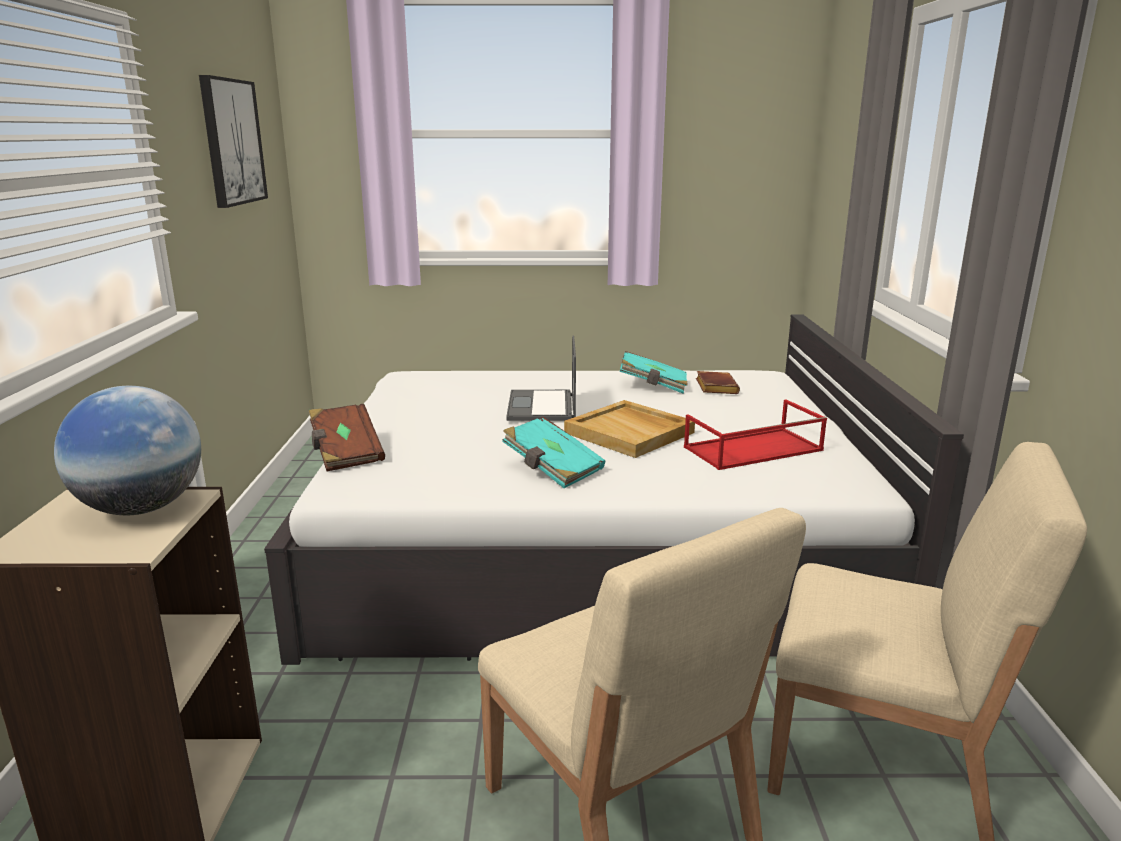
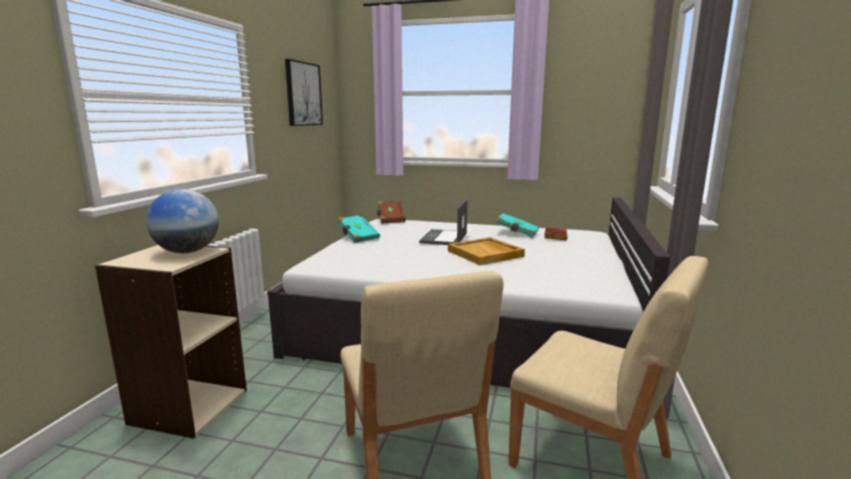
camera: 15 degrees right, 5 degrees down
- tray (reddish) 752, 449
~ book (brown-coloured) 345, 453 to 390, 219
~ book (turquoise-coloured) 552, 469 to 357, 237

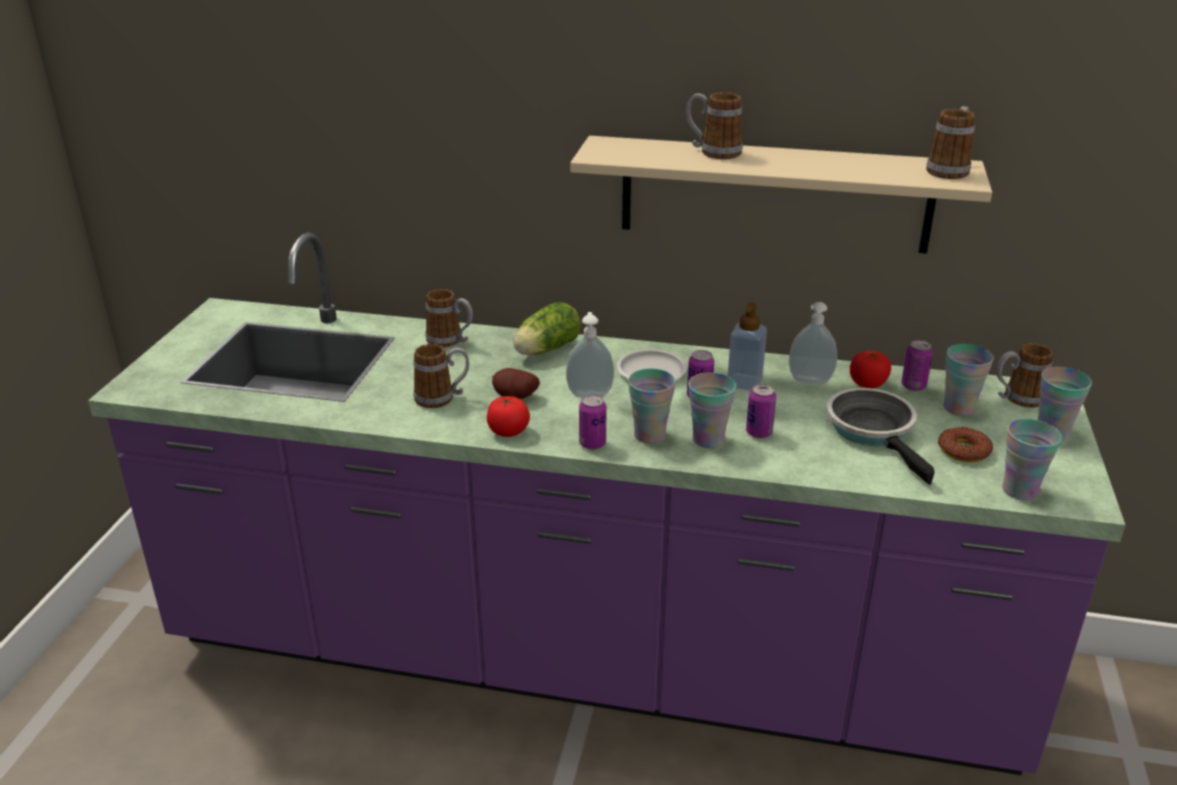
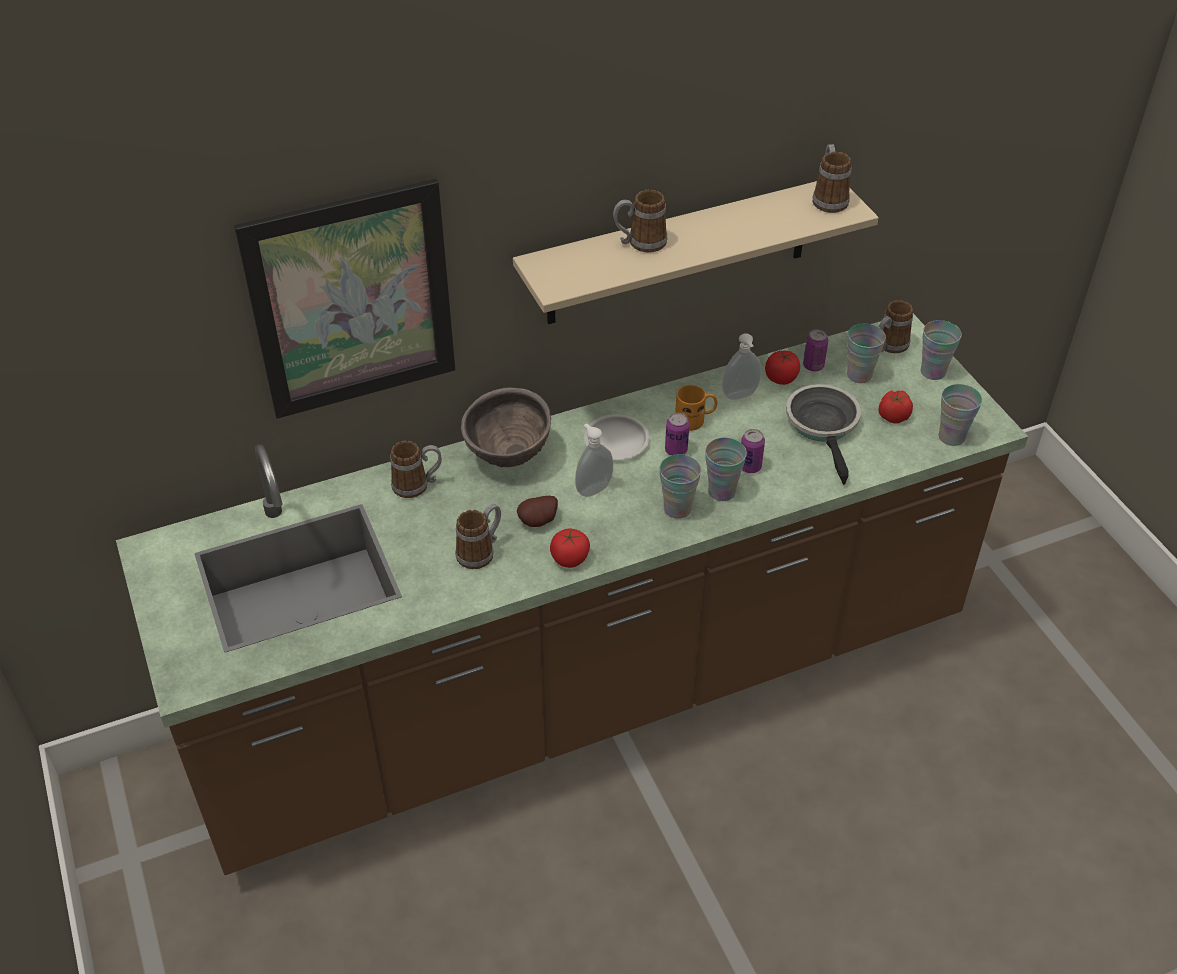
camera: 35 degrees left, 15 degrees up
~ counter (purple) 588, 661 to counter (brown-coloured) 588, 690
~ head of lettuce 544, 350 to bowl (brown-coloured) 508, 457
~ liquid soap bottle 744, 383 to coffee mug (orange-coloured) 695, 419
~ skillet 874, 431 = 824, 426 45 degrees clockwise
- metal can 592, 444
~ donut 963, 450 to tomato 892, 416
+ wall picture 352, 301

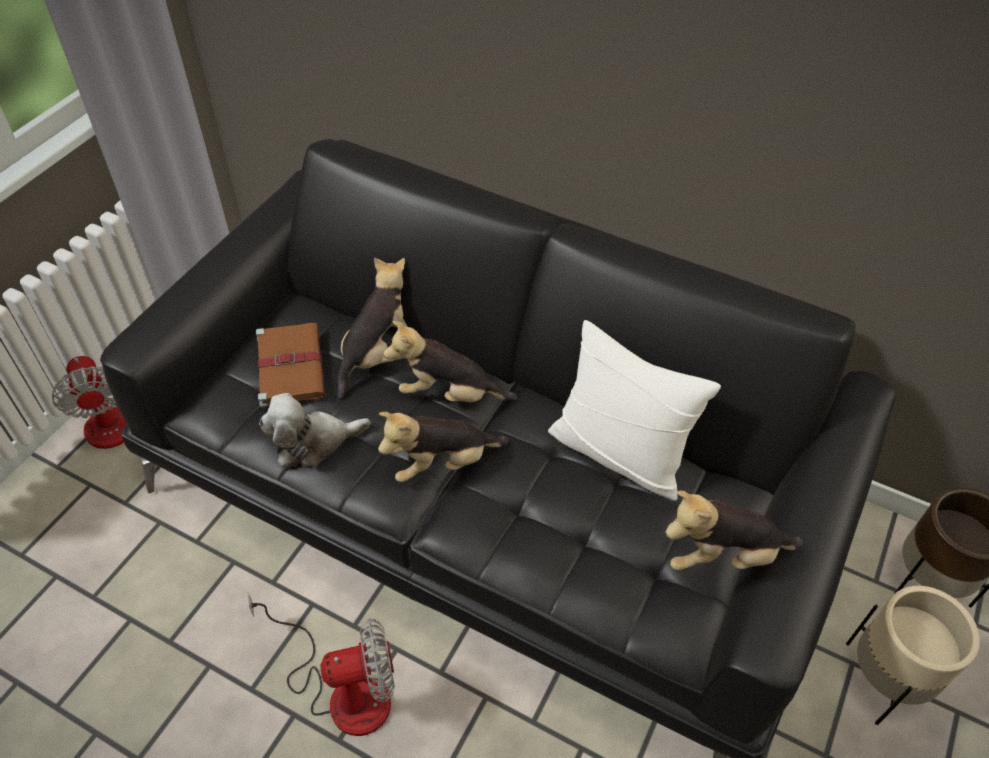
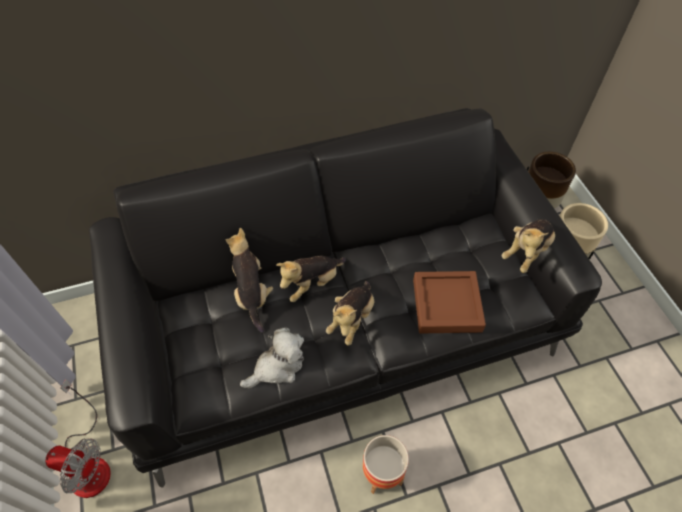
camera: 45 degrees left, 5 degrees up
- throw pillow (white-coloured) 619, 453
- book (brown-coloured) 290, 365
~ cuddly toy 313, 442 = 277, 366 150 degrees counterclockwise
~ electric fan 343, 690 to planter 382, 473
+ tray (brown-coloured) 446, 305

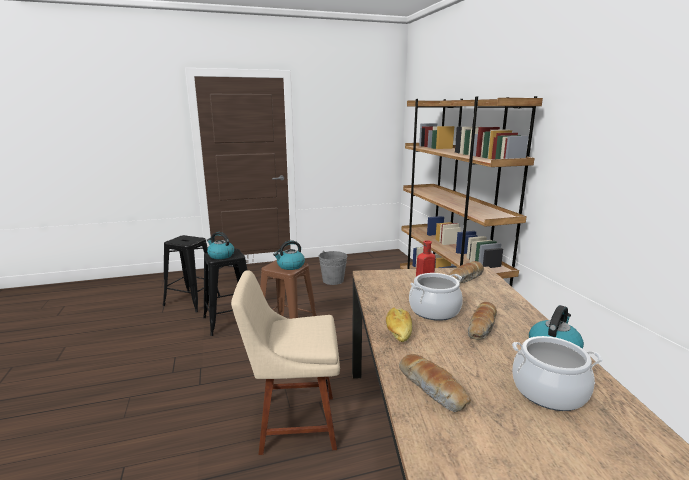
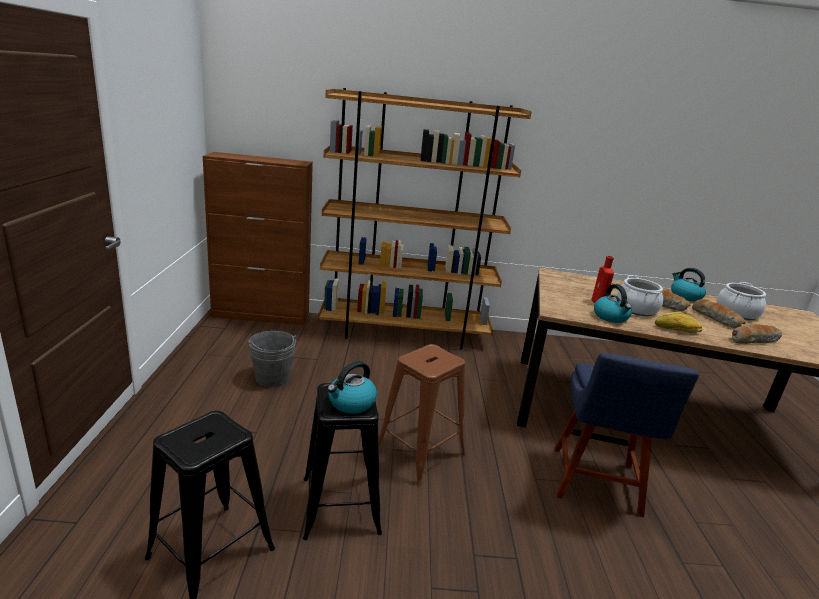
camera: 75 degrees left, 5 degrees up
~ kettle 290, 266 to 611, 317
~ bread 466, 279 to 716, 319
~ upright chair (beige) 293, 423 to upright chair (blue-coloured) 596, 484
+ storage cabinet (brown-coloured) 261, 315

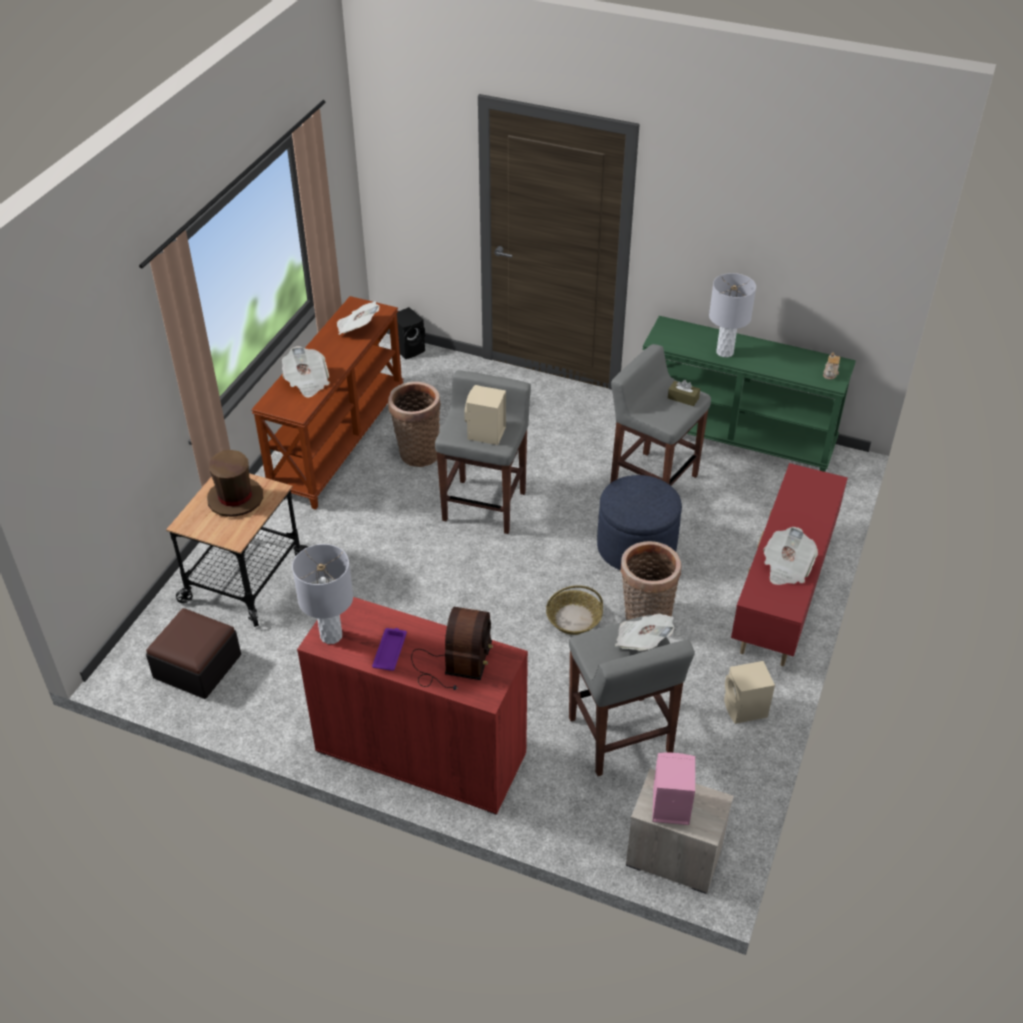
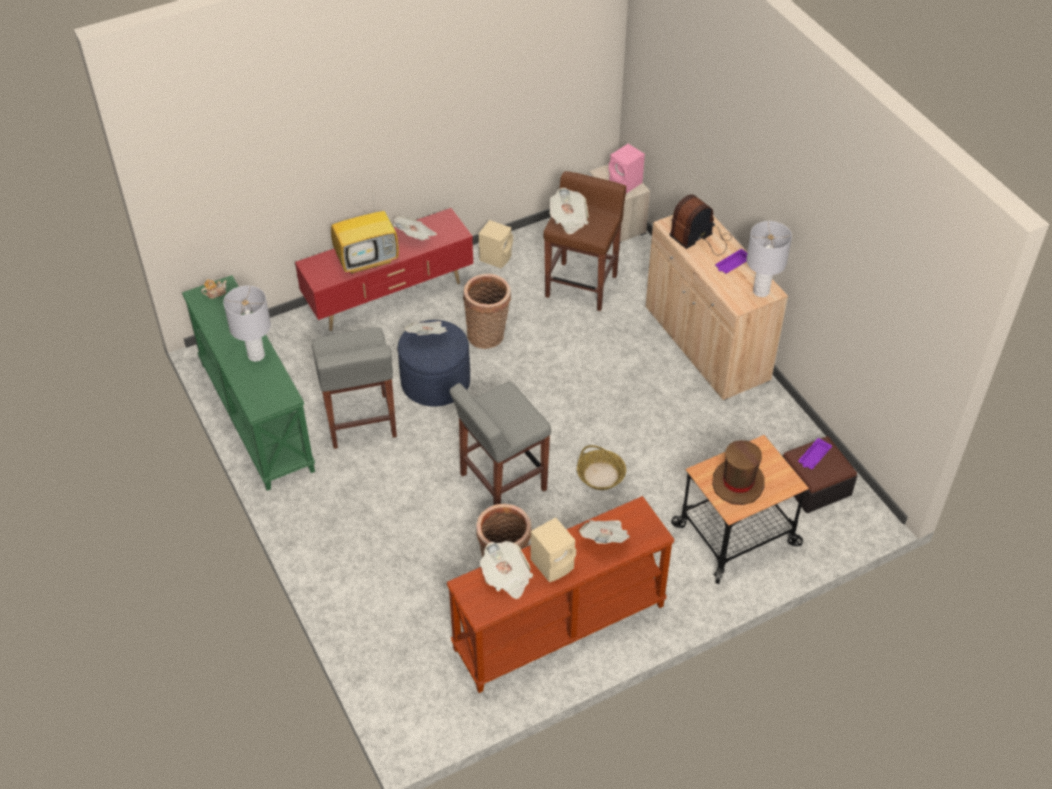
camera: 140 degrees left, 5 degrees up
- audio speaker (black-coloured) 409, 349
- tissue holder (brown-coloured) 683, 398
~ audio speaker (beige) 485, 434 to 553, 564
~ storage basket 573, 619 to 601, 475
~ storage cabinet (reddish) 421, 753 to storage cabinet (beige) 706, 344
~ sitting stool (greyish) 620, 737 to sitting stool (brown-coloured) 582, 285
+ television 368, 260
+ newspaper 427, 336
+ tray (purple) 814, 456

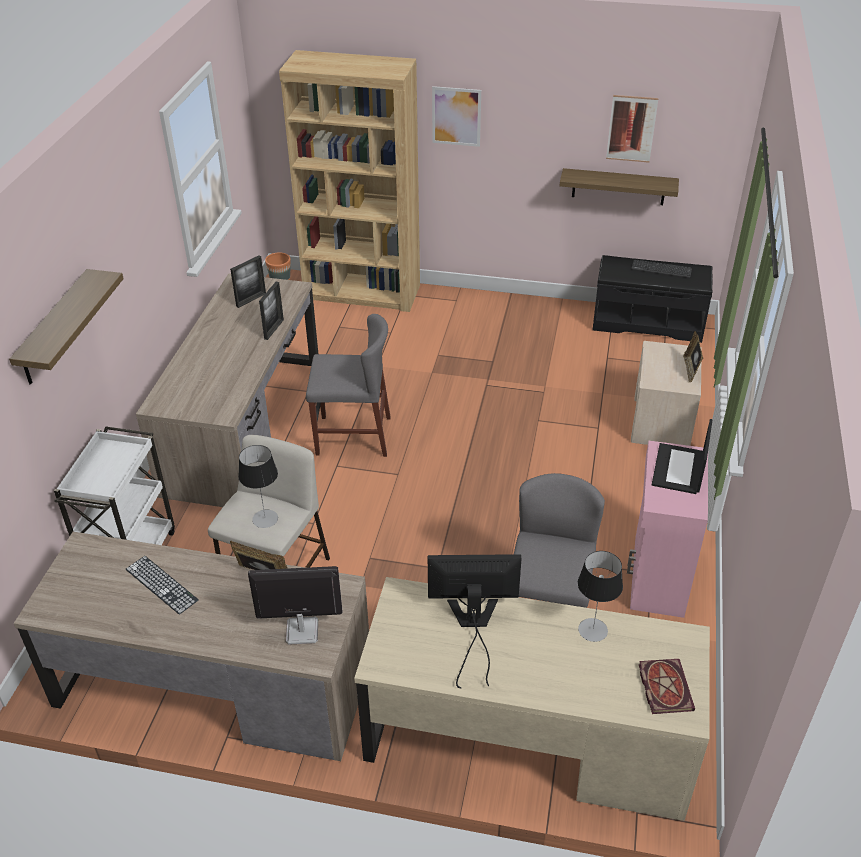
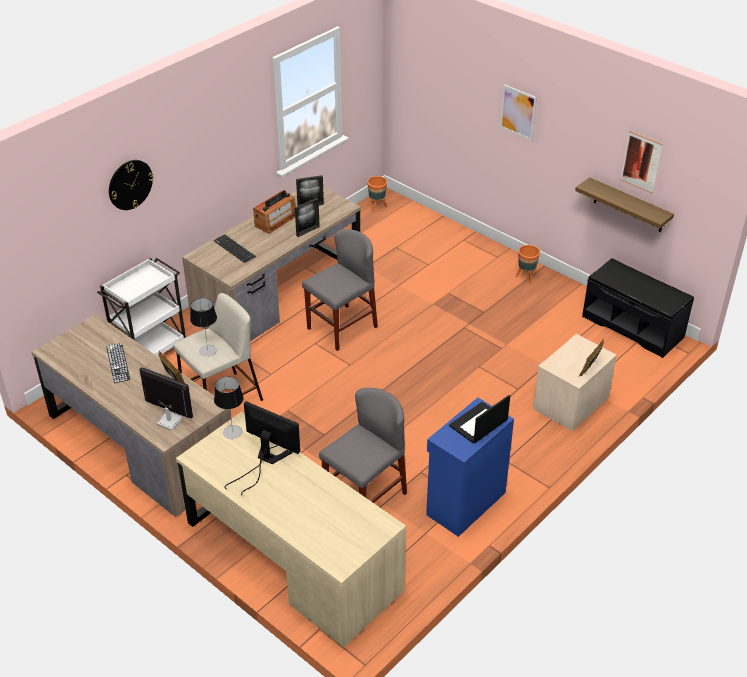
camera: 30 degrees right, 0 degrees up
- bookshelf (brown-coloured) 362, 292
~ PC keyboard 661, 269 to 234, 249
~ bracket shelf 55, 328 to clock on the wall 130, 184
~ upright chair (greyish) 353, 436 = 342, 328 75 degrees counterclockwise
~ storage cabinet (pink) 656, 576 to storage cabinet (blue-coloured) 464, 503
~ tabletop lamp 593, 630 to 232, 432
- book 663, 686
+ radio receiver 276, 221
+ planter (orange-coloured) 526, 277

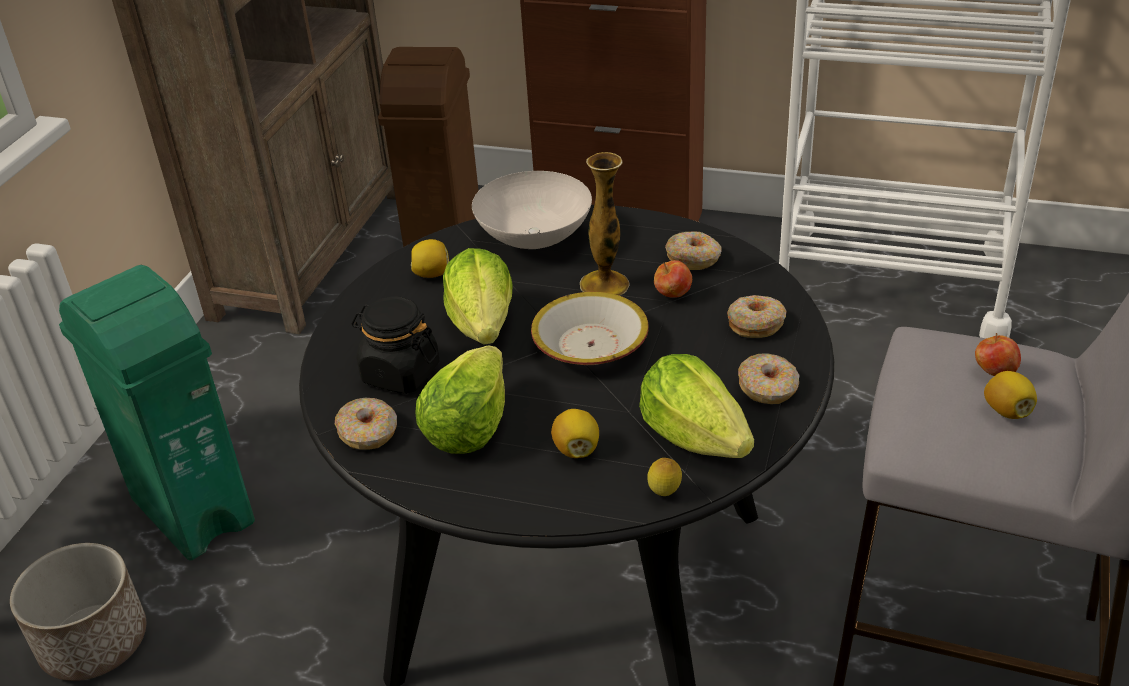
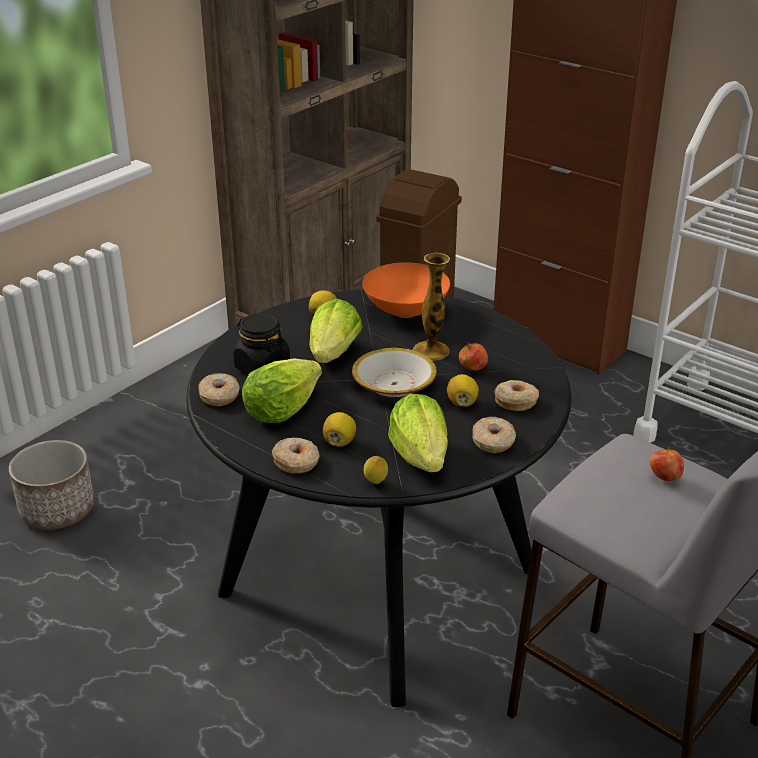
camera: 20 degrees right, 5 degrees down
~ bowl (white-coloured) 534, 240 to bowl (orange-coloured) 404, 312
~ donut 694, 258 to 296, 462
- waste bin (greenish) 193, 510
~ citrus fruit 1007, 411 to 462, 403

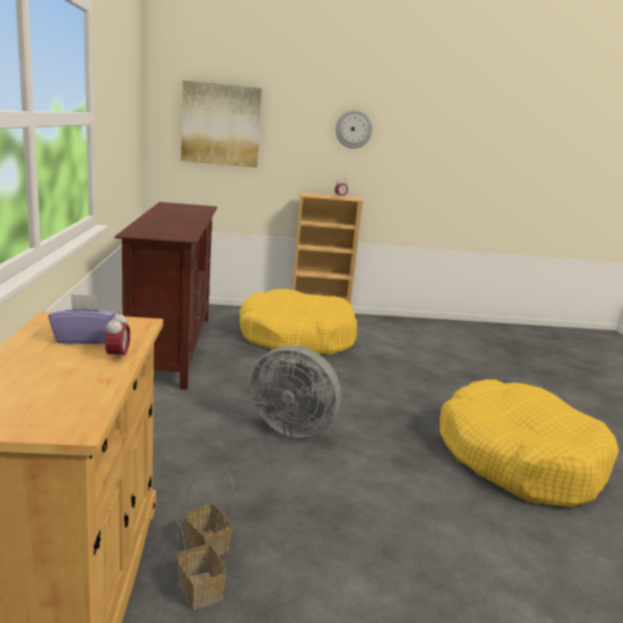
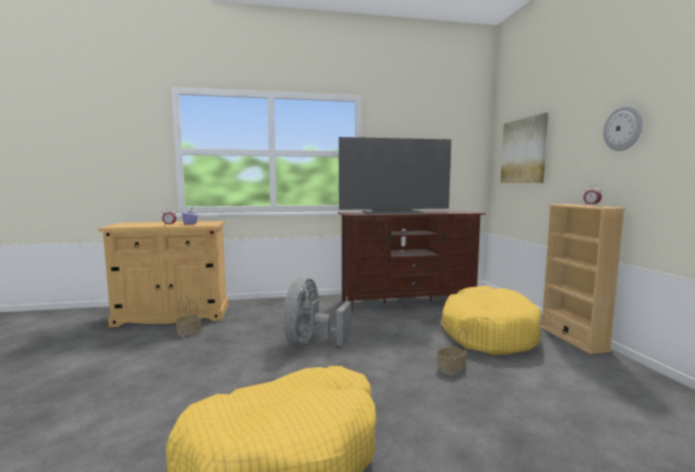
camera: 85 degrees right, 10 degrees down
~ storage basket 198, 589 to 451, 369
+ television 393, 212

